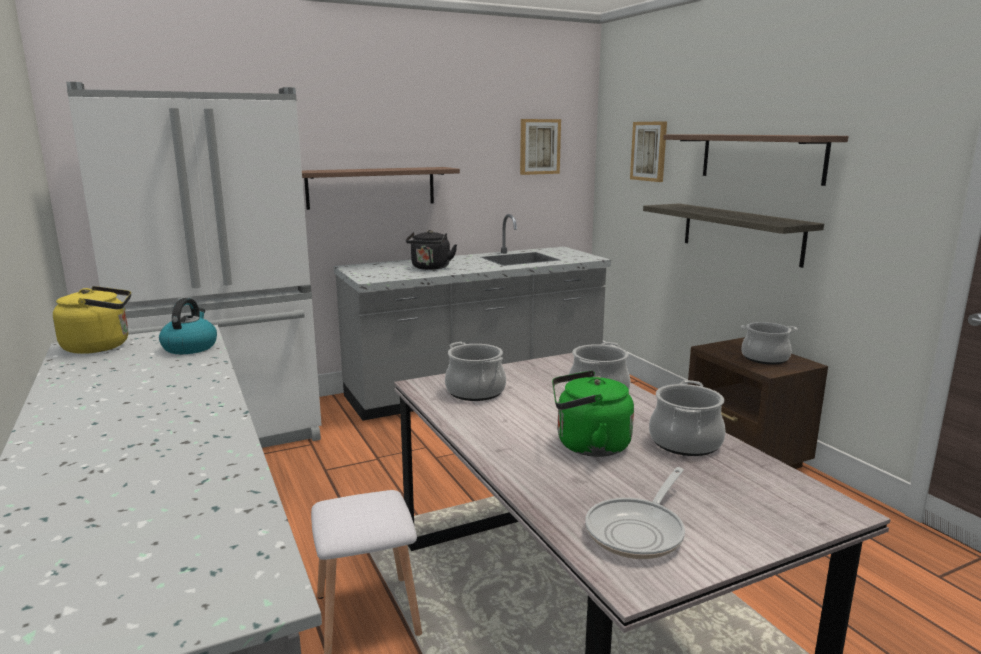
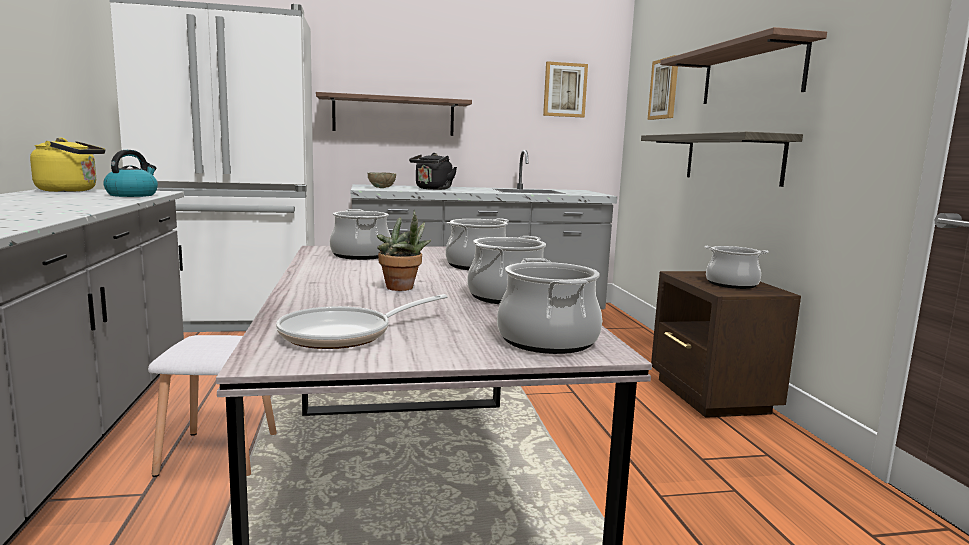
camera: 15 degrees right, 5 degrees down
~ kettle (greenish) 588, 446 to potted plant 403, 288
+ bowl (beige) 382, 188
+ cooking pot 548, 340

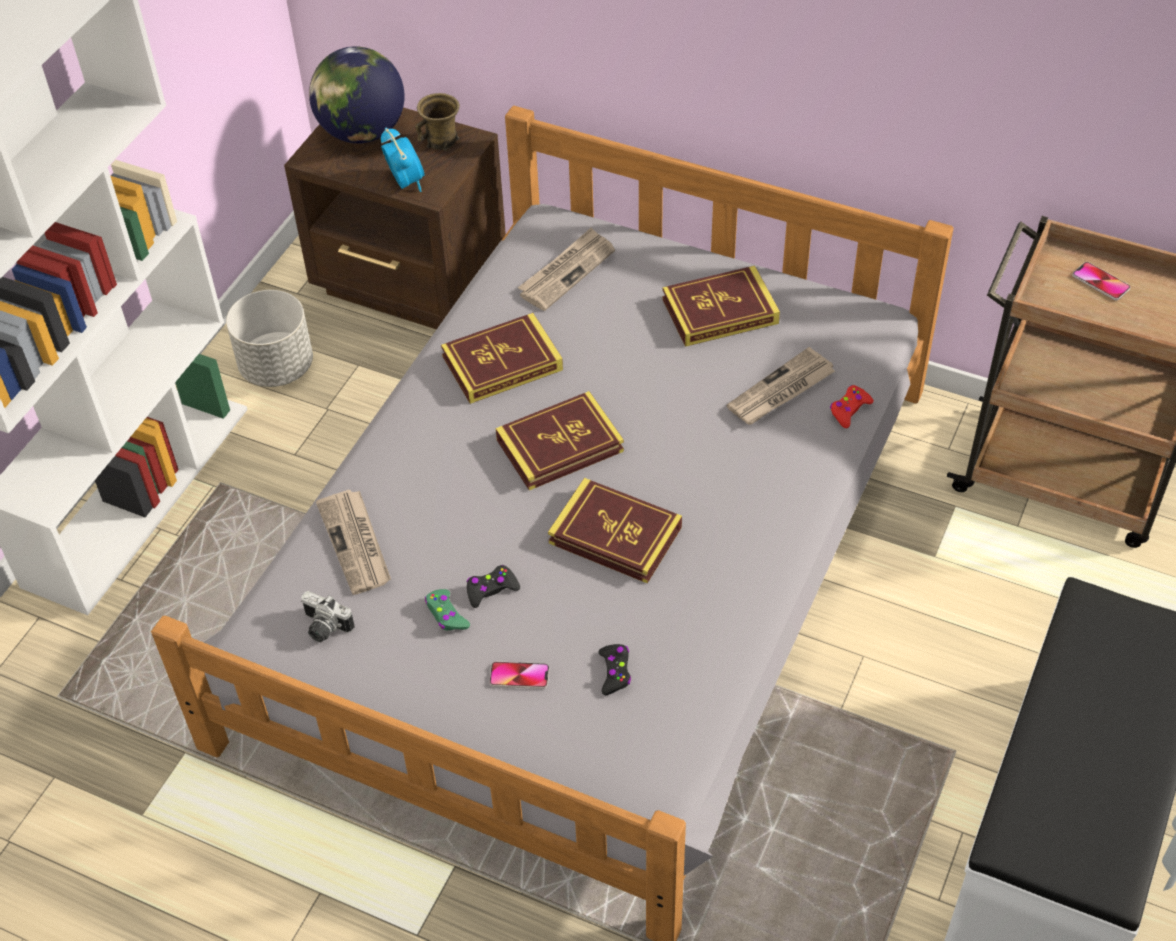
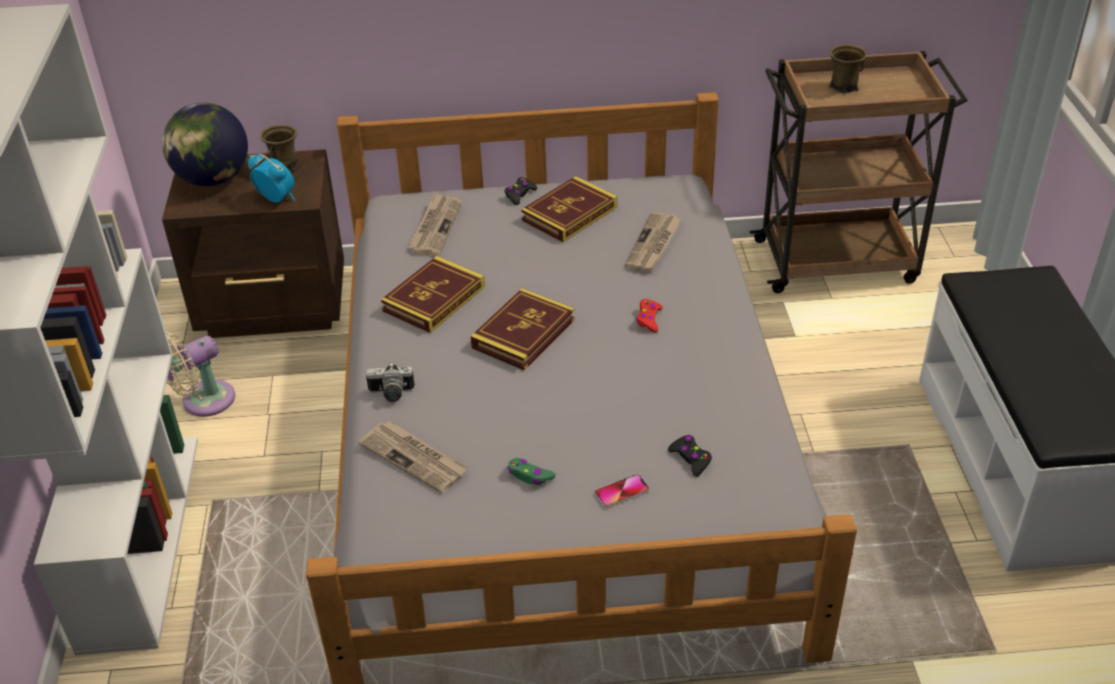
camera: 30 degrees left, 10 degrees down
~ telephone 1100, 282 to coffee mug (brown-coloured) 843, 86
~ planter (greyish) 277, 367 to electric fan (beige) 203, 401
~ gamepad (reddish) 849, 410 to 649, 319
- book 615, 535
~ gamepad (black-coloured) 491, 589 to 519, 194
~ still camera 324, 628 to 391, 394

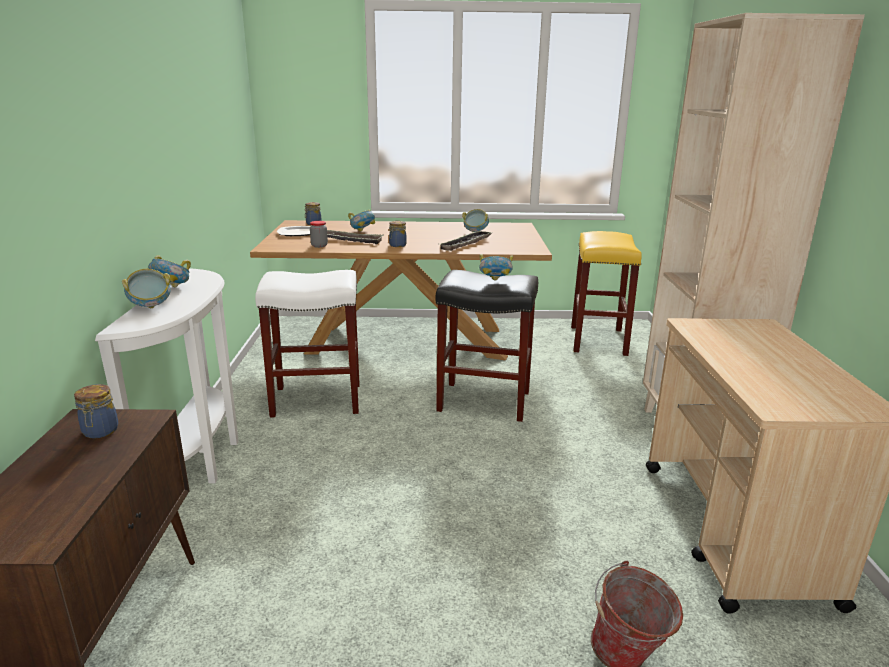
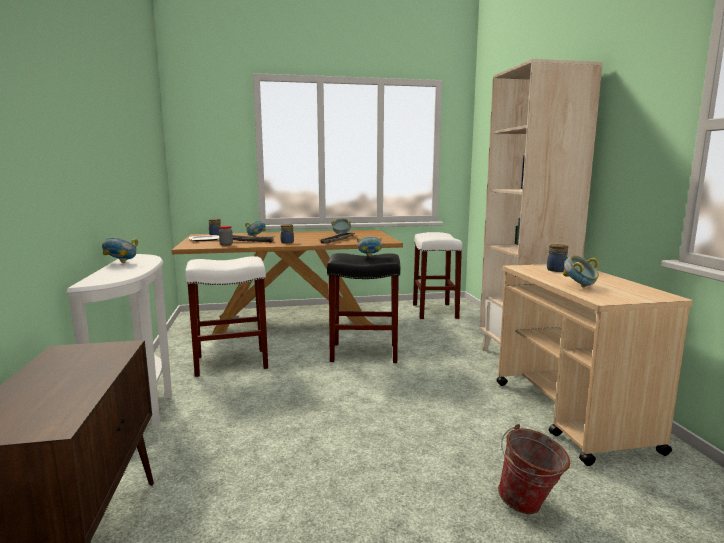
camera: 10 degrees left, 10 degrees down
~ sitting stool (yellow) 598, 341 to sitting stool (white-coloured) 435, 311
~ bowl 150, 306 to 579, 286
~ preserve jar 100, 432 to 557, 270

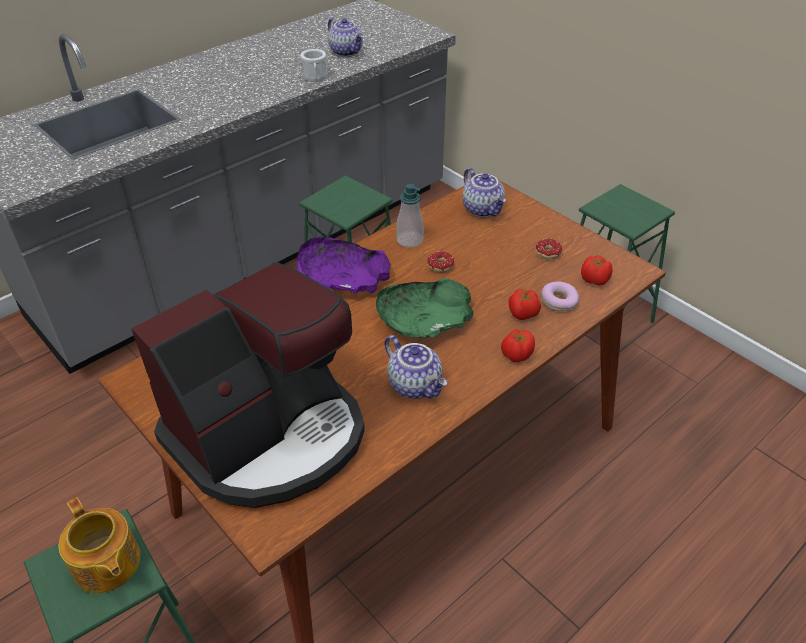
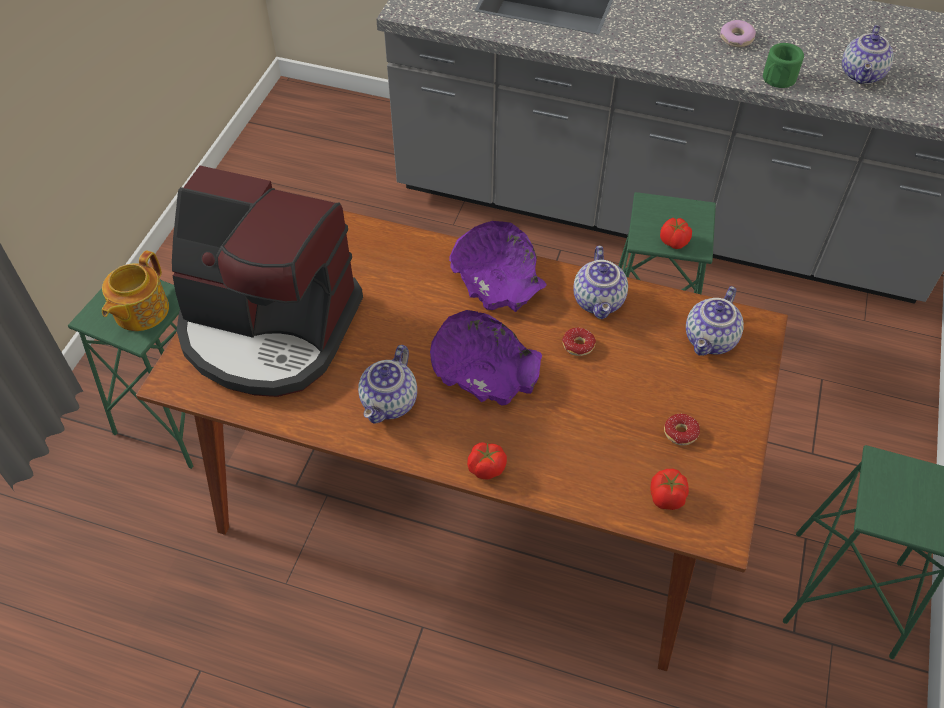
camera: 60 degrees right, 10 degrees up
~ coffee mug (white-coloured) 315, 78 to coffee mug (greenish) 776, 80
~ liquid soap bottle 409, 240 to tea pot 599, 301
~ bowl (greenish) 424, 320 to bowl (purple) 483, 369
~ donut 559, 301 to 736, 39
~ tomato 523, 314 to 674, 242

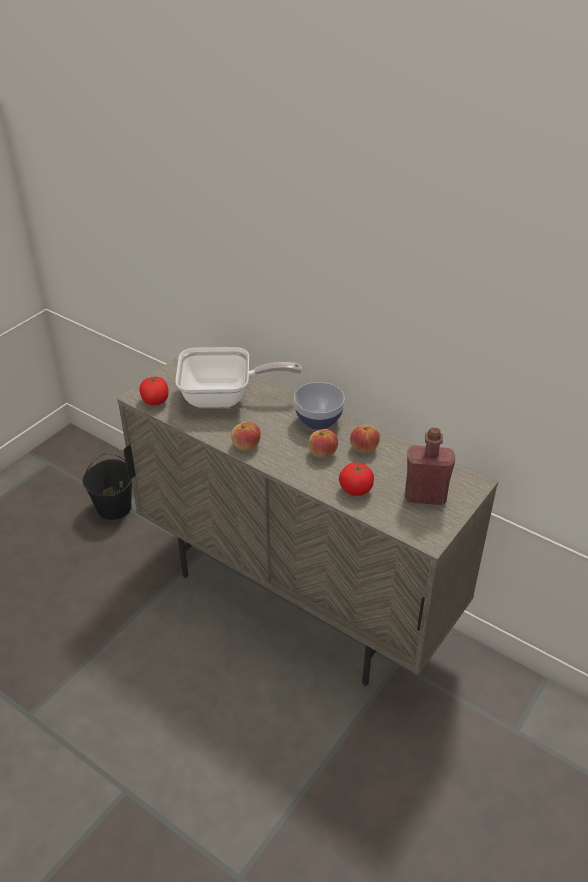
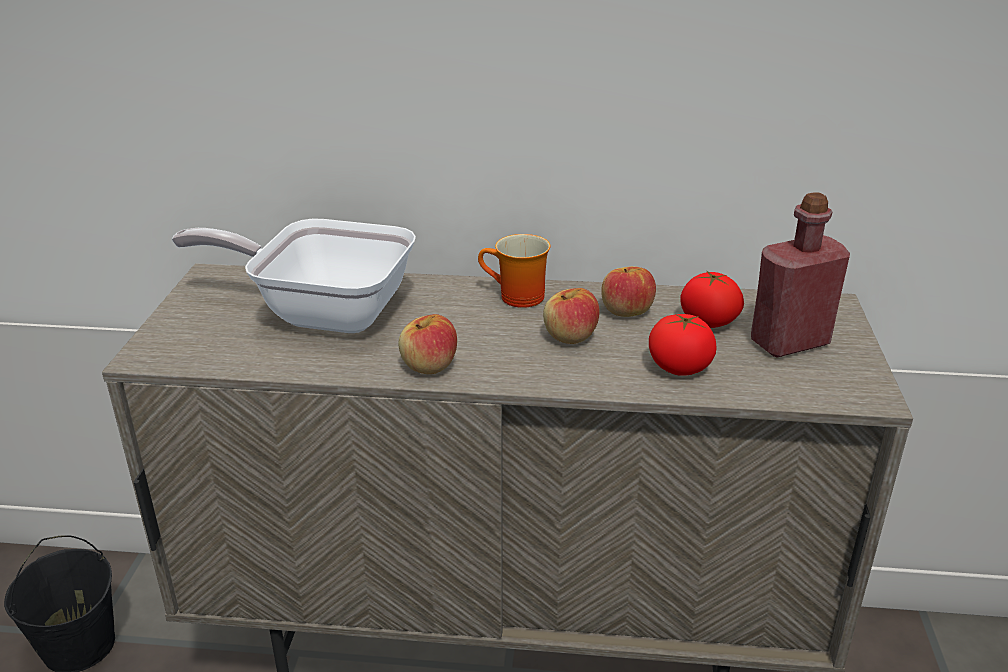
camera: 30 degrees left, 10 degrees down
~ skillet 224, 397 = 322, 311 135 degrees counterclockwise
~ tomato 155, 401 to 708, 322
~ bowl 318, 420 to coffee mug 516, 298

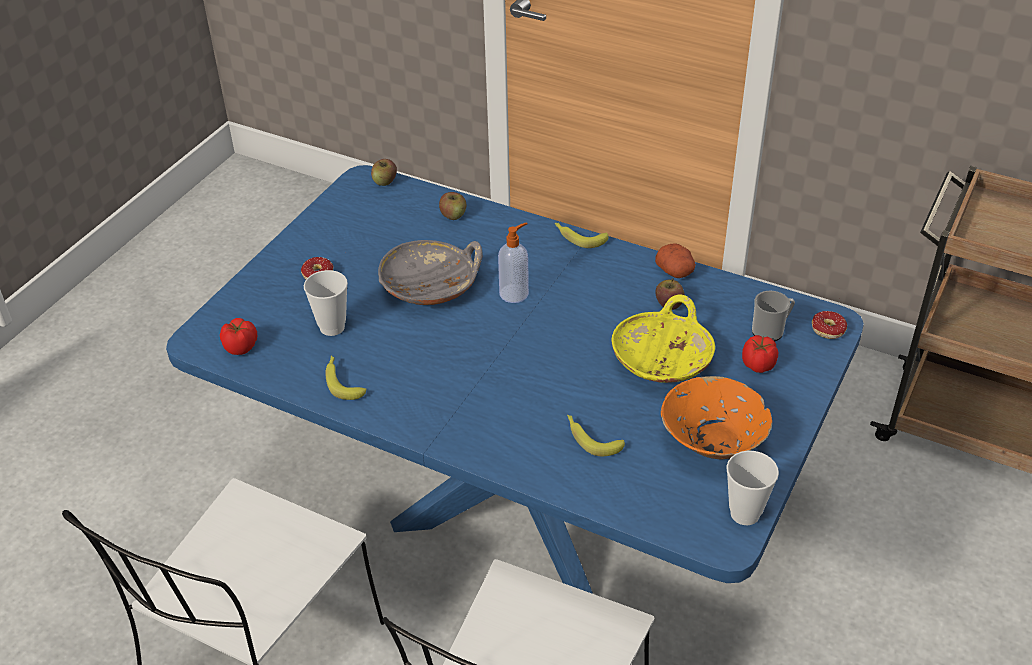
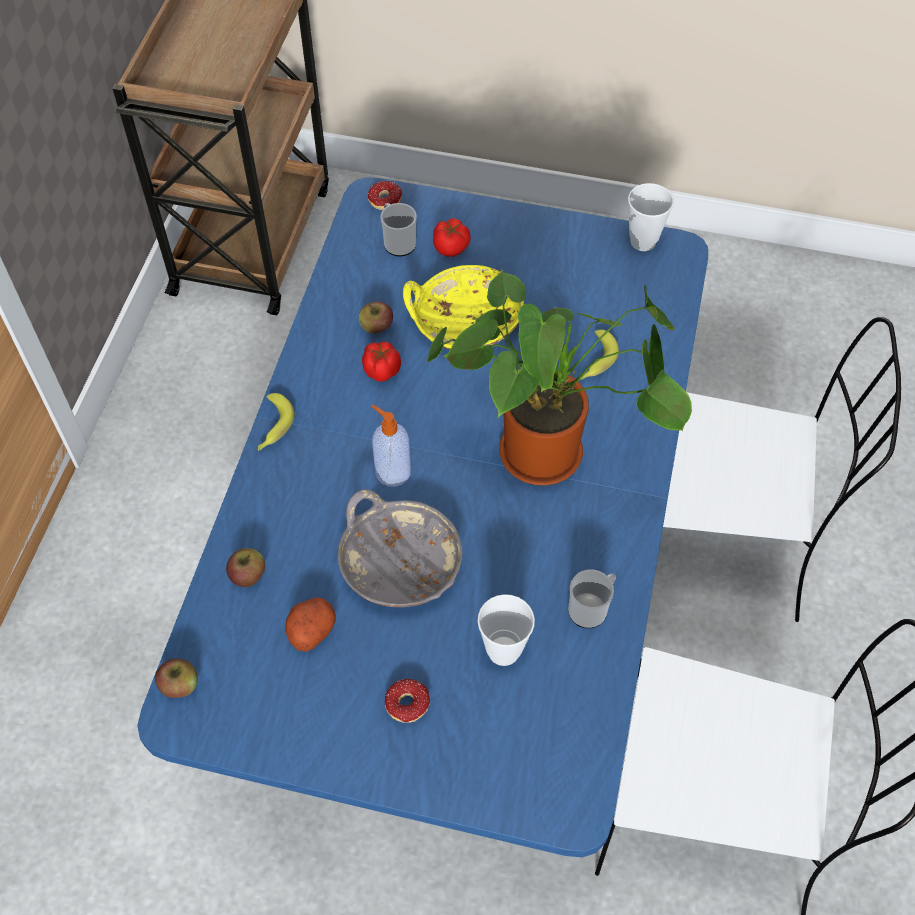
camera: 105 degrees left, 15 degrees up
~ spud 675, 271 to 311, 629
~ tomato 241, 347 to 381, 370
~ banana 342, 381 to coffee mug 591, 608
- bowl (orange-coloured) 713, 442
+ potted plant 550, 452

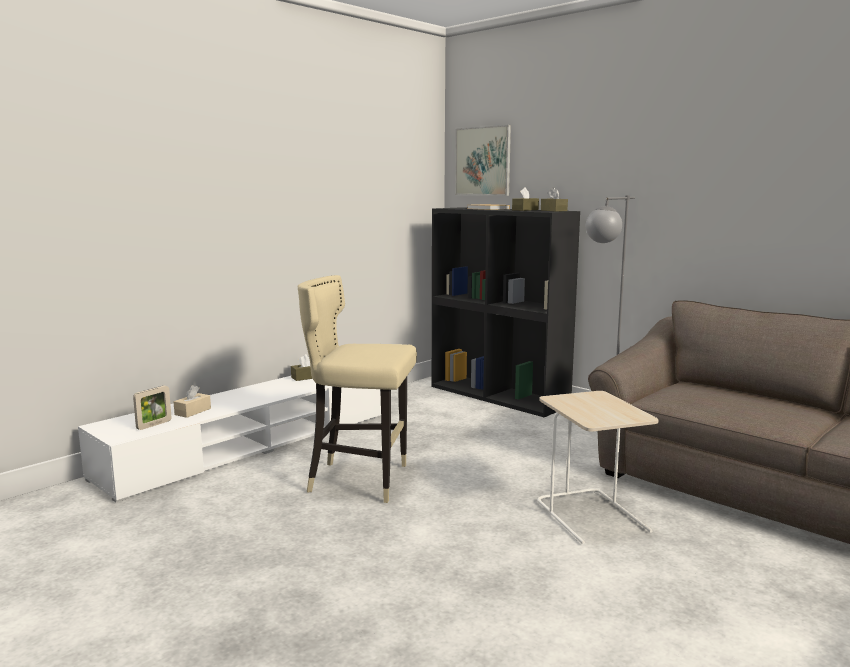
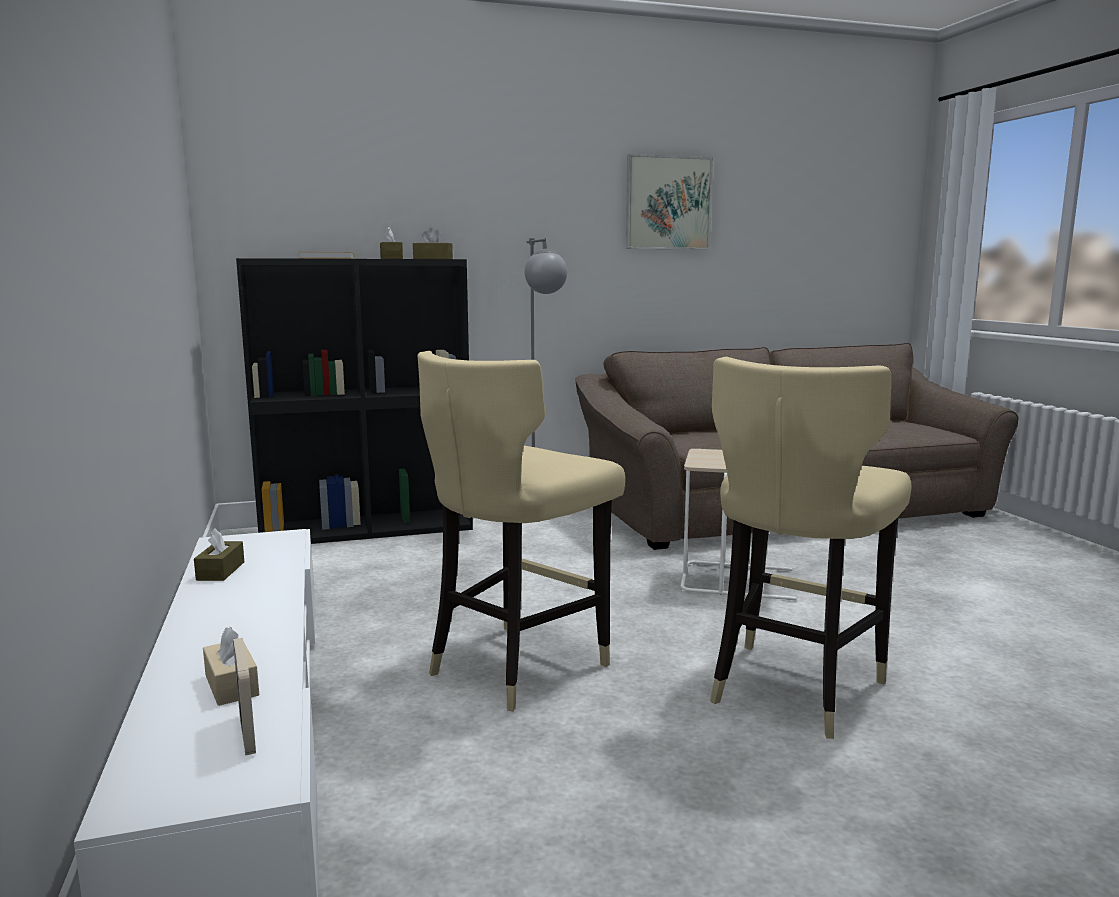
camera: 60 degrees left, 0 degrees up
~ wall picture 482, 161 to 668, 203
+ sitting stool (beige) 793, 687

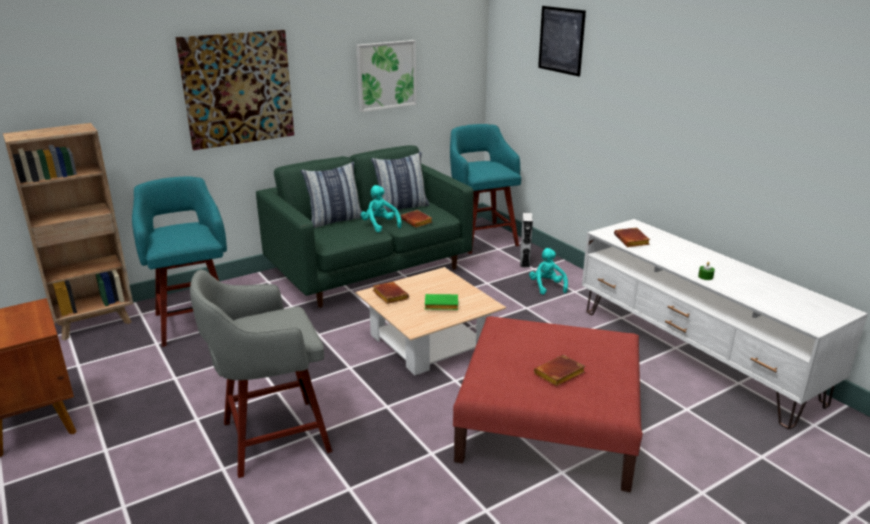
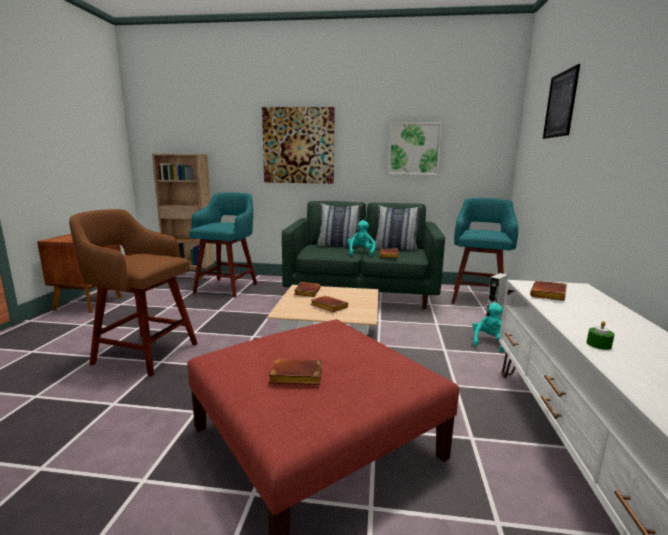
camera: 40 degrees right, 10 degrees down
~ sitting stool (greyish) 272, 437 to sitting stool (brown-coloured) 144, 353
~ book (greenish) 440, 306 to book (brown-coloured) 327, 307

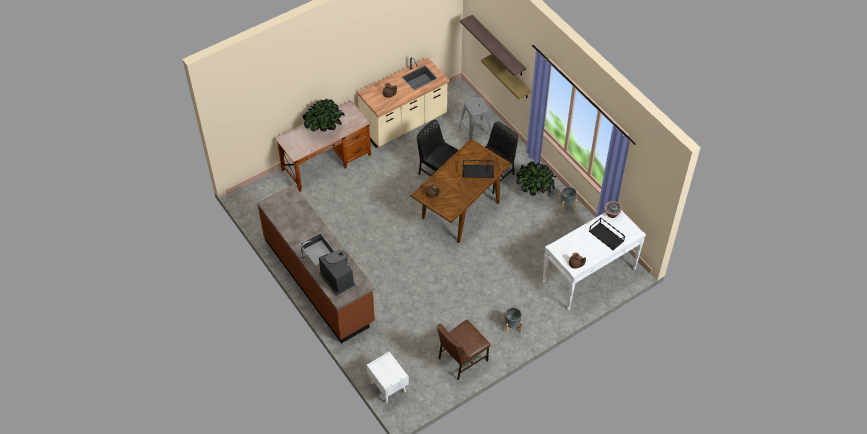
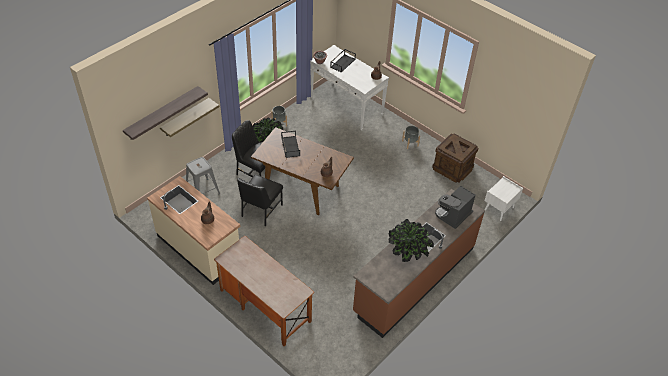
camera: 105 degrees left, 5 degrees down
~ potted plant 325, 130 to 408, 252
~ upright chair (brown-coloured) 461, 359 to crate 453, 168

